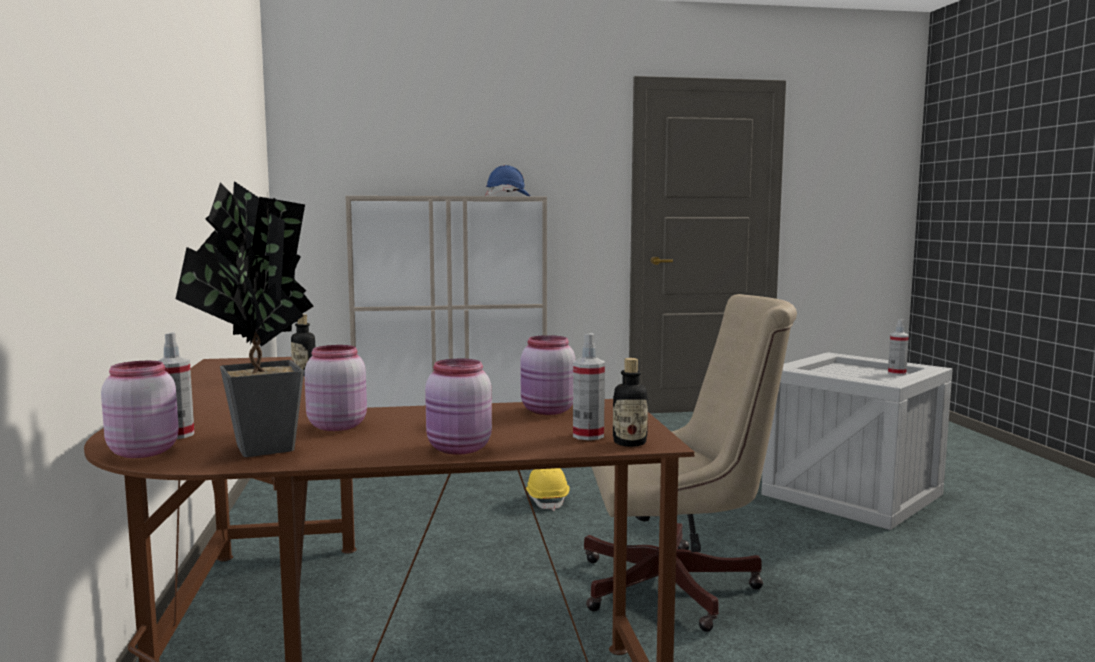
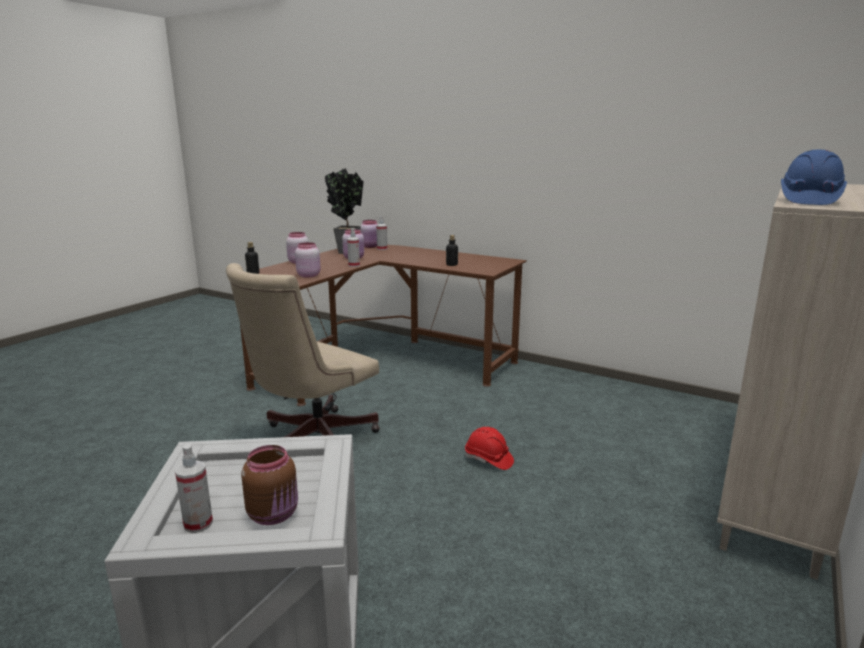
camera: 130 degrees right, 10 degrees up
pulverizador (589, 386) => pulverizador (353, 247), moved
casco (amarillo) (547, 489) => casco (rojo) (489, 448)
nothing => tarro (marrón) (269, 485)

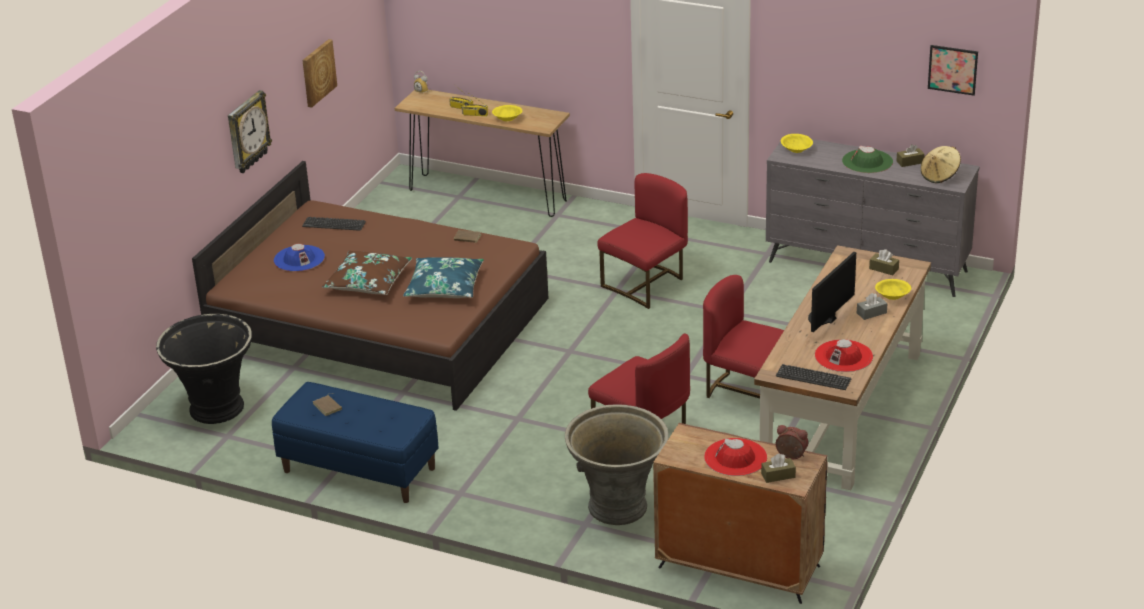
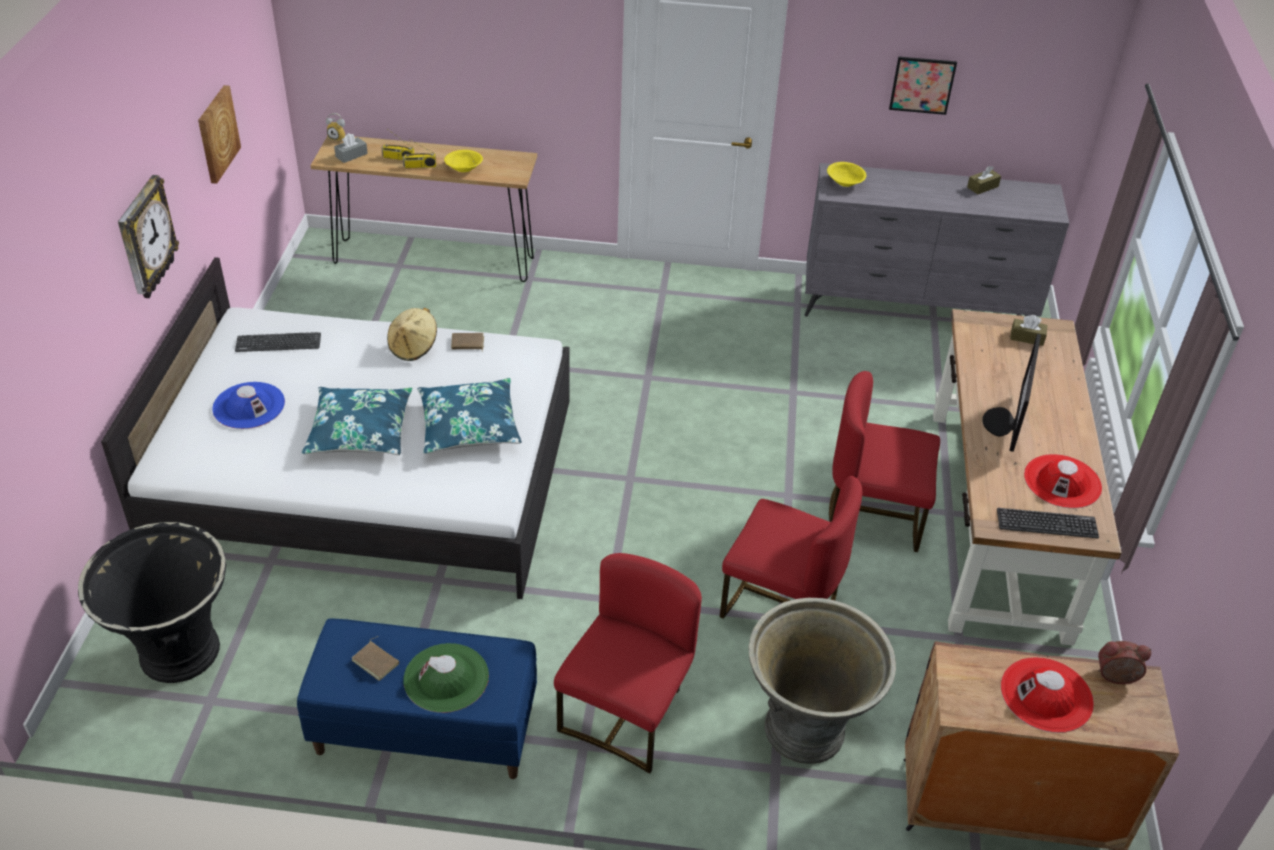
camera: 20 degrees left, 10 degrees up
cuadro (953, 70) => cuadro (923, 85), moved
sombrero (verde) (867, 159) => sombrero (verde) (446, 678), moved
sombrero (beis) (941, 164) => sombrero (beis) (412, 334), moved
cama (marrón) (370, 286) => cama (blanco) (335, 428)
silla (rojo) (642, 241) => silla (rojo) (628, 663), moved
cojín (marrón) (367, 273) => cojín (azul) (357, 421)
cuenco (amarillo) (893, 289) => nothing
caja de pañuelos (gris) (872, 306) => caja de pañuelos (gris) (351, 148), moved
caja de pañuelos (marrón) (778, 468) => nothing

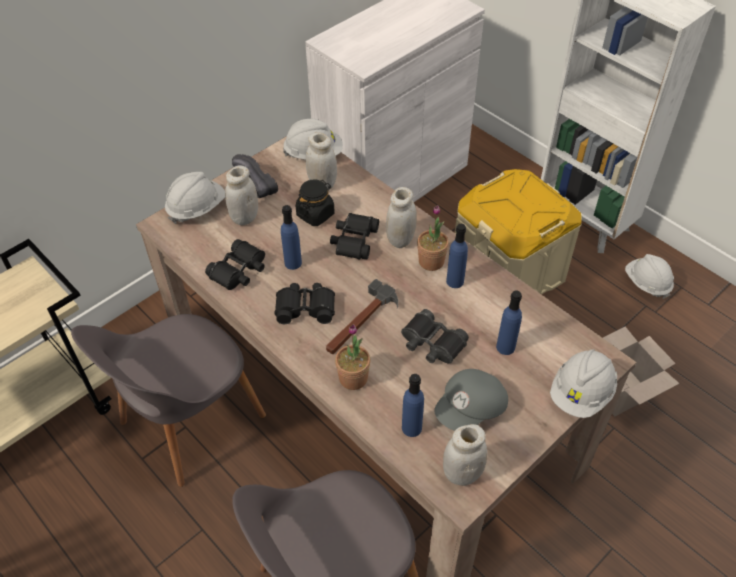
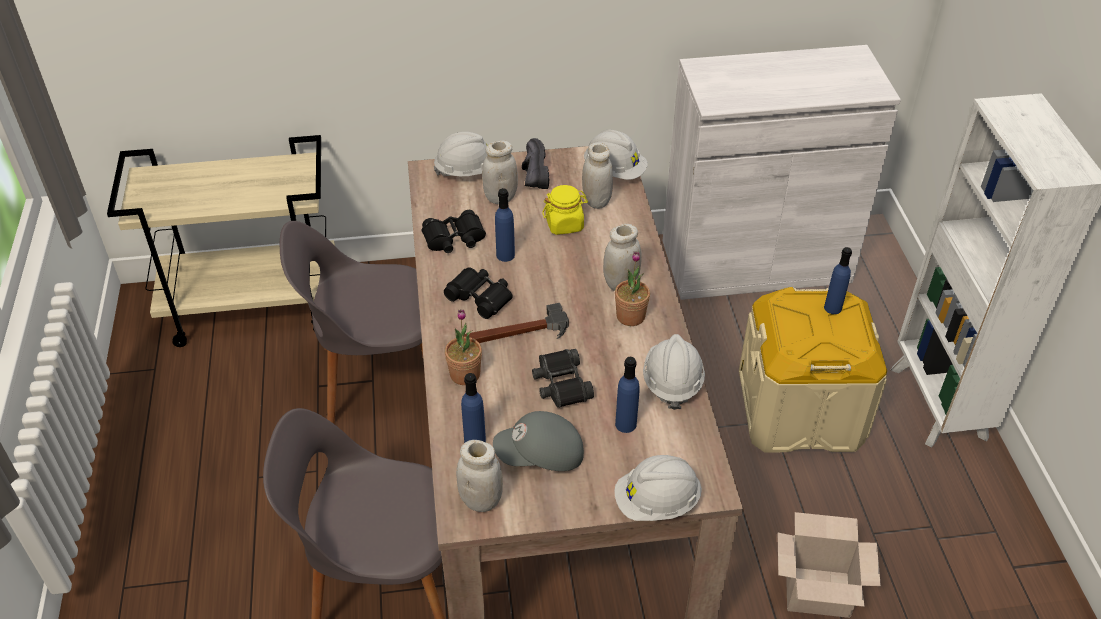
camera: 35 degrees right, 5 degrees down
tarro (negro) (315, 203) => tarro (amarillo) (565, 210)
prismáticos (negro) (354, 236) => nothing
botella (azul) (457, 256) => botella (azul) (838, 280), moved
casco (blanco) (649, 276) => casco (blanco) (674, 372), moved

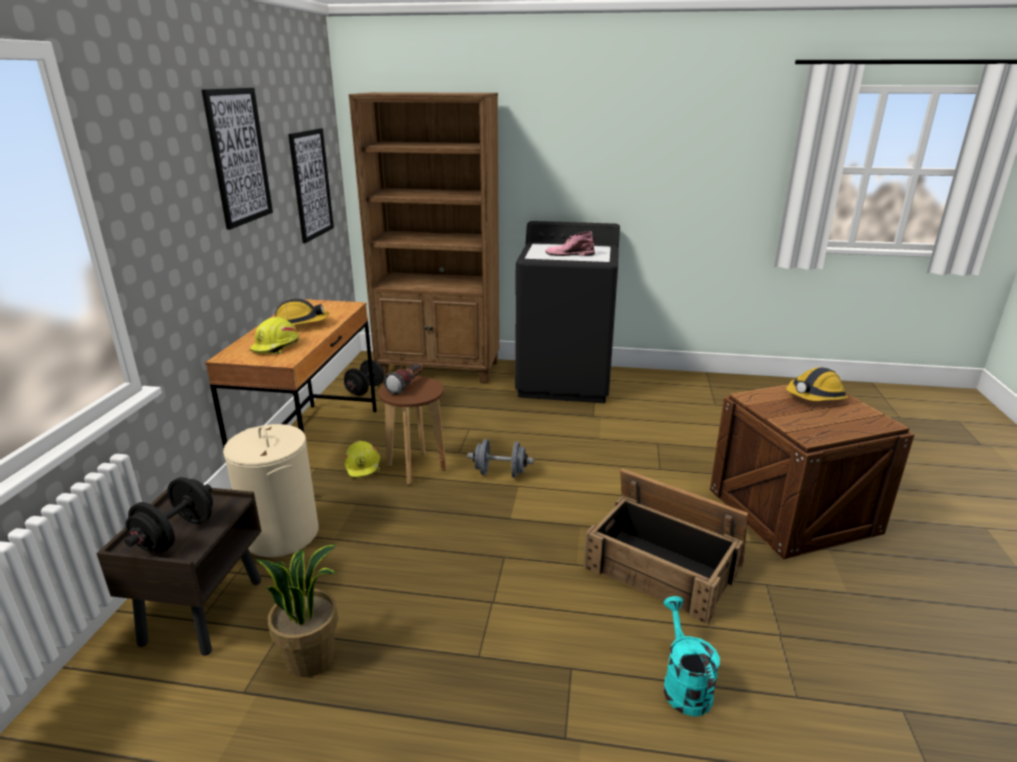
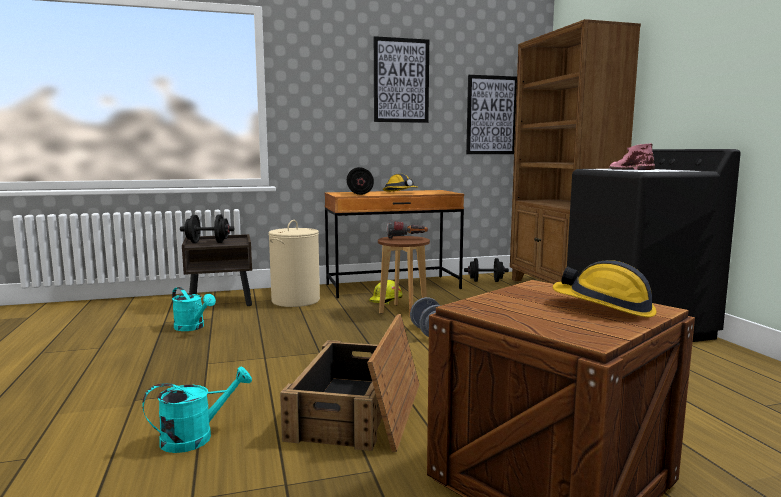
camera: 65 degrees right, 15 degrees down
casco (amarillo) (274, 335) => mancuerna (negro) (360, 181)
planta en maceta (297, 611) => regadera (turquesa) (194, 309)

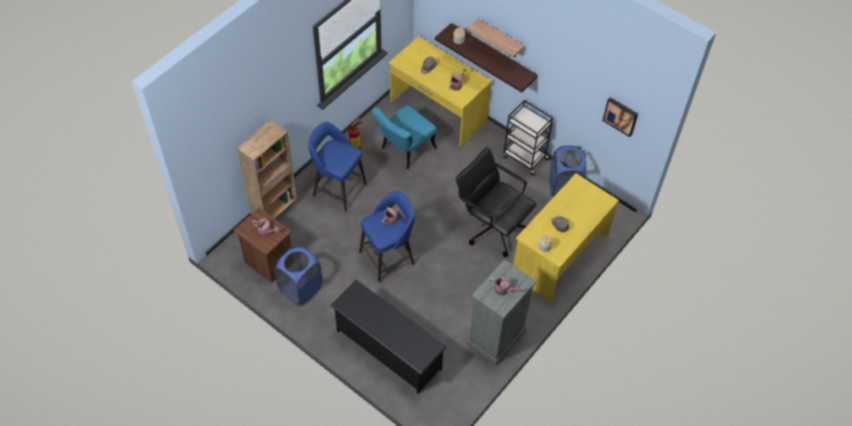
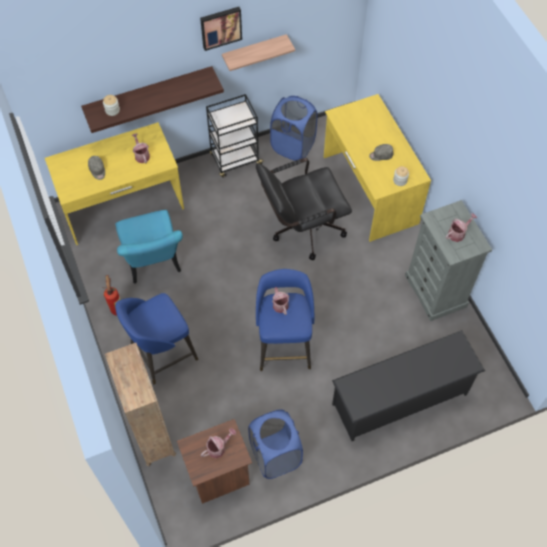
camera: 60 degrees left, 5 degrees up
estante (495, 38) => estante (258, 52), moved
cuadro (620, 117) => cuadro (221, 29), moved

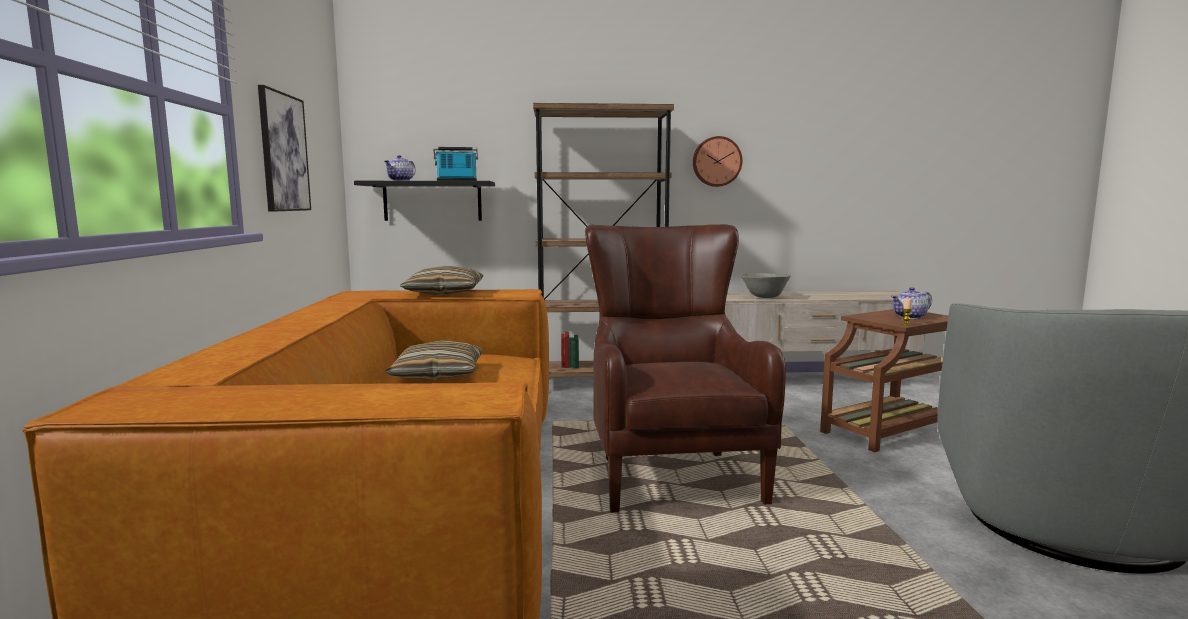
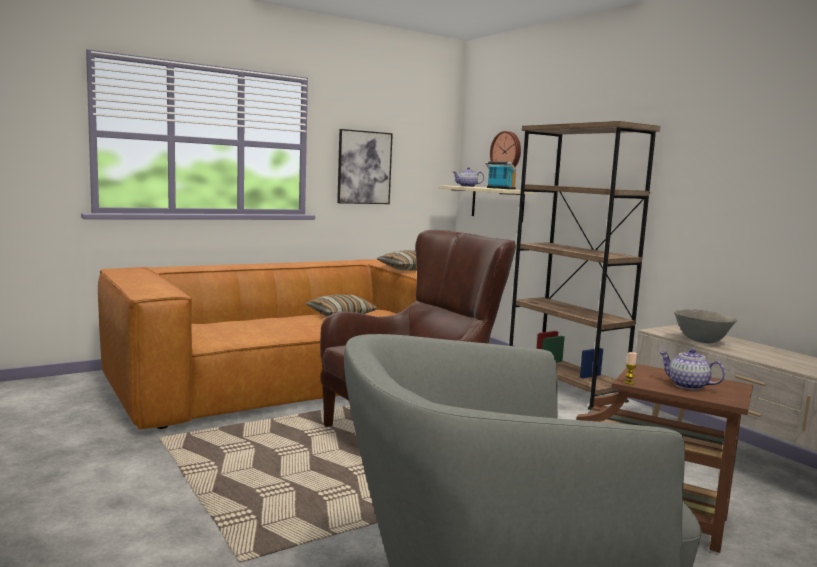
camera: 60 degrees right, 0 degrees up
reloj de pared (717, 161) => reloj de pared (505, 149), moved
estante (negro) (424, 201) => estante (beis) (486, 203)

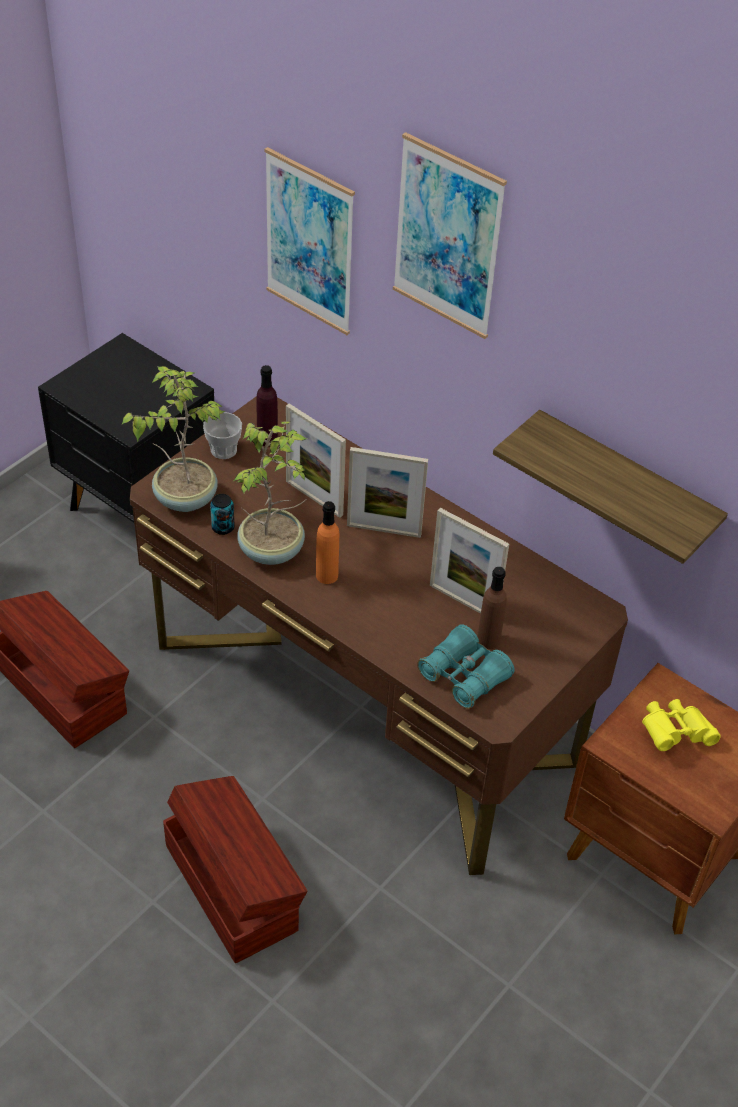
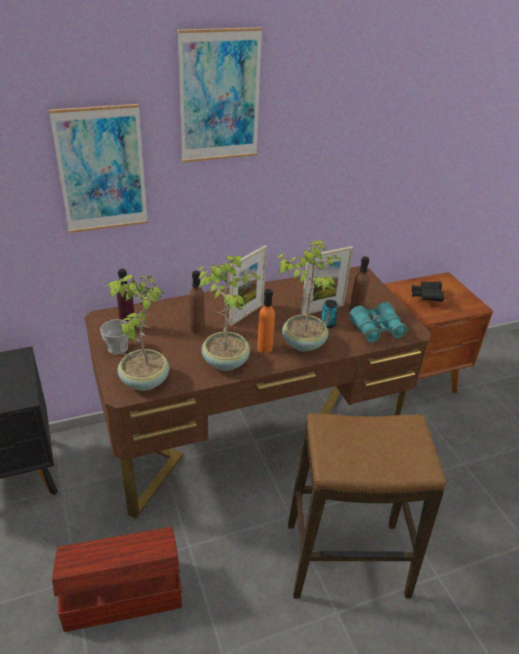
camera: 60 degrees left, 10 degrees down
portarretratos (316, 461) => botella (marrón) (197, 302)
estante (610, 487) => nothing
lata (222, 514) => lata (329, 314), moved
prismáticos (amarillo) (681, 725) => prismáticos (negro) (428, 291)
caja de almacenaje (marrón) (235, 869) => taburete (367, 506)
nothing => planta en maceta (310, 296)

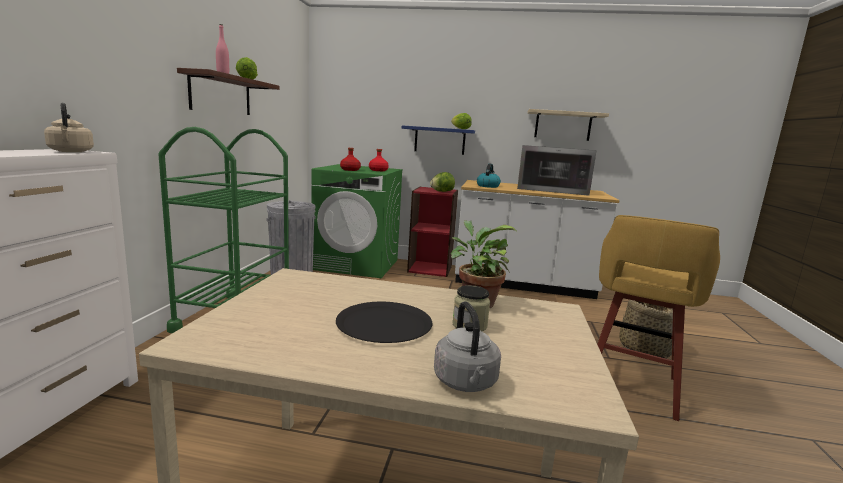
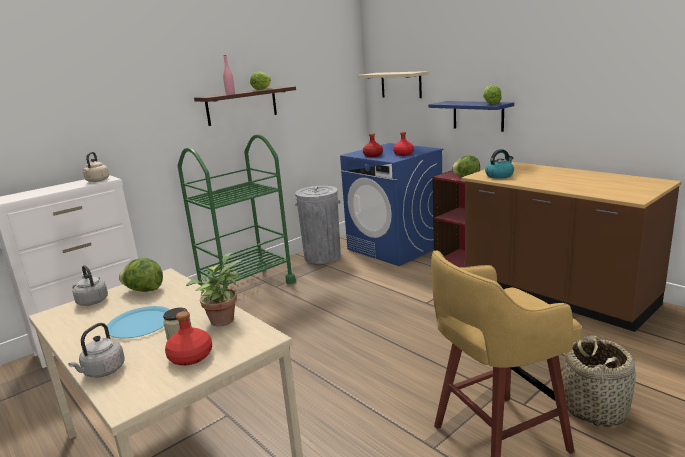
camera: 40 degrees right, 5 degrees up
estante (beis) (568, 125) => estante (beis) (393, 84), moved
microondas (557, 170) => nothing
lavadora (verde) (357, 221) => lavadora (azul) (392, 204)
mueble bajo de cocina (blanco) (537, 239) => mueble bajo de cocina (marrón) (571, 247)
plato (negro) (384, 322) => plato (azul) (138, 322)
nothing => lechuga (141, 275)
nothing => hervidor (gris) (90, 285)
nothing => botella (rojo) (188, 338)

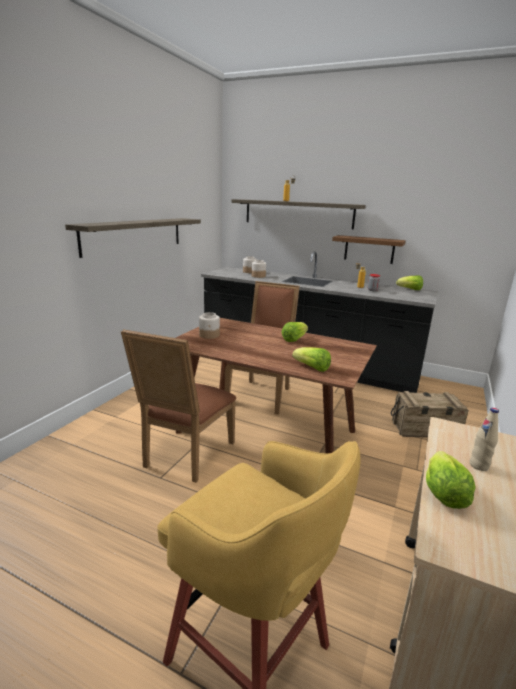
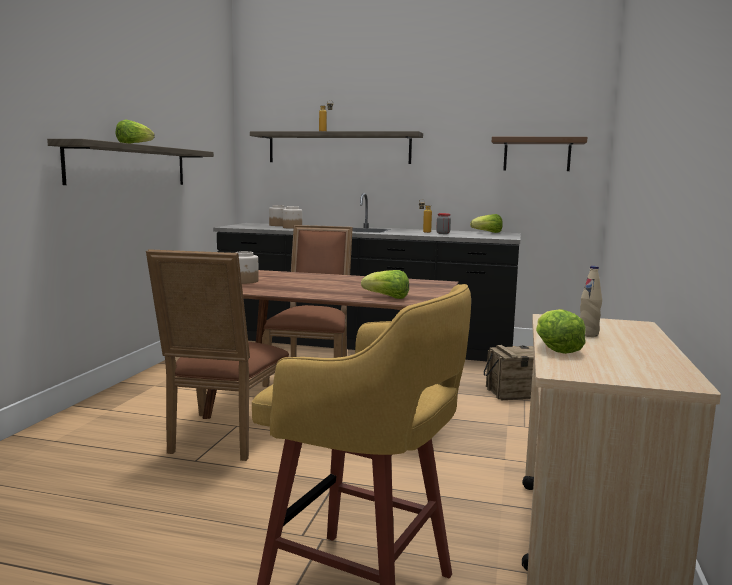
camera: 10 degrees left, 10 degrees down
estante (marrón) (369, 249) => estante (marrón) (539, 154), moved
lechuga (295, 332) => lechuga (135, 131), moved

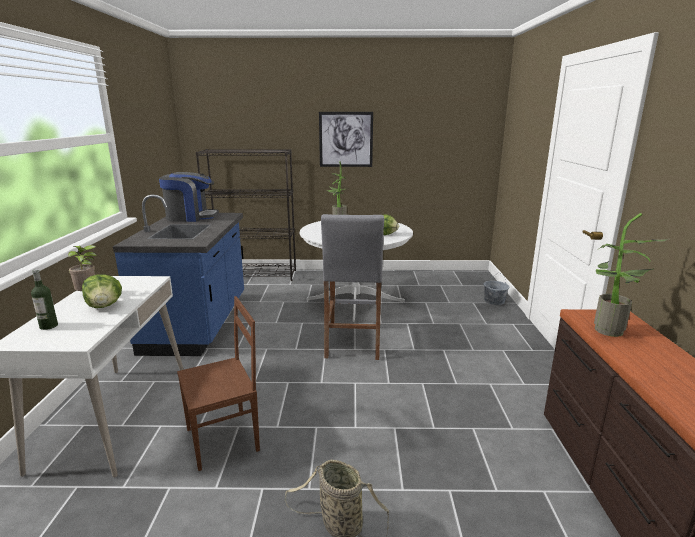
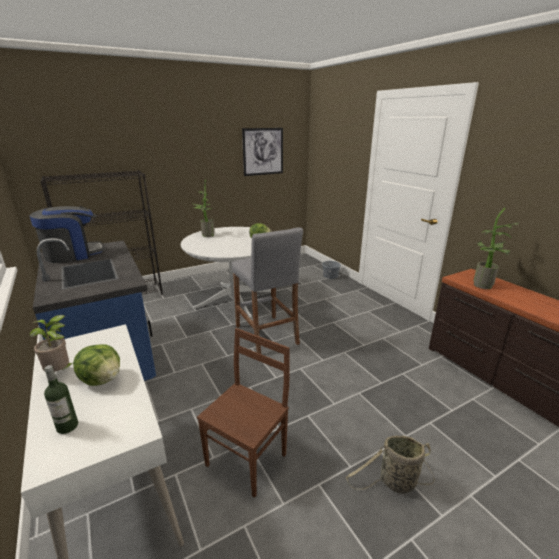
camera: 30 degrees left, 5 degrees up
cuadro (346, 139) => cuadro (262, 152), moved

